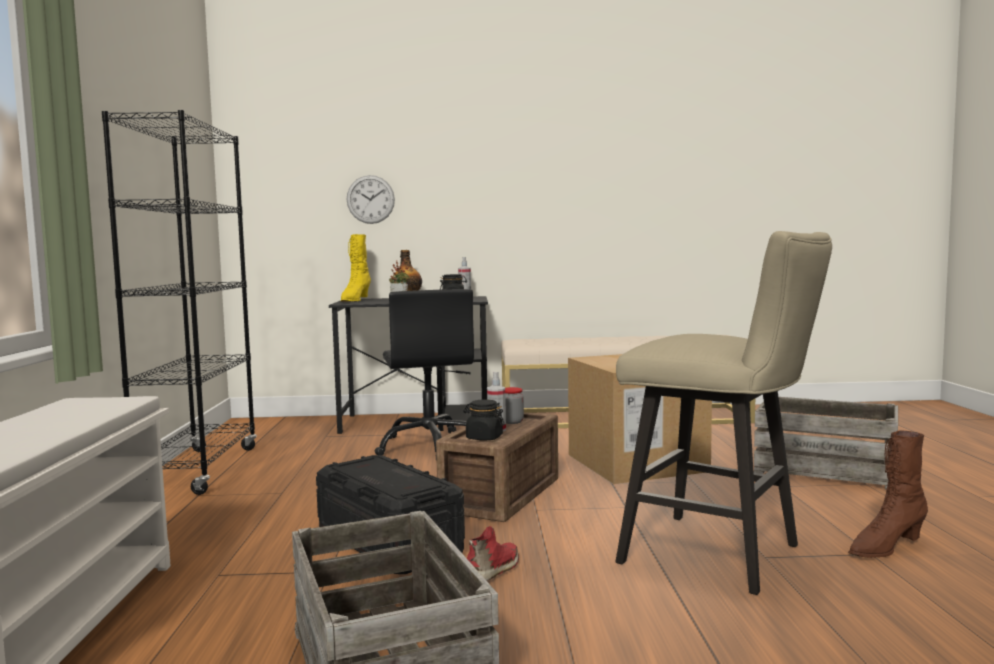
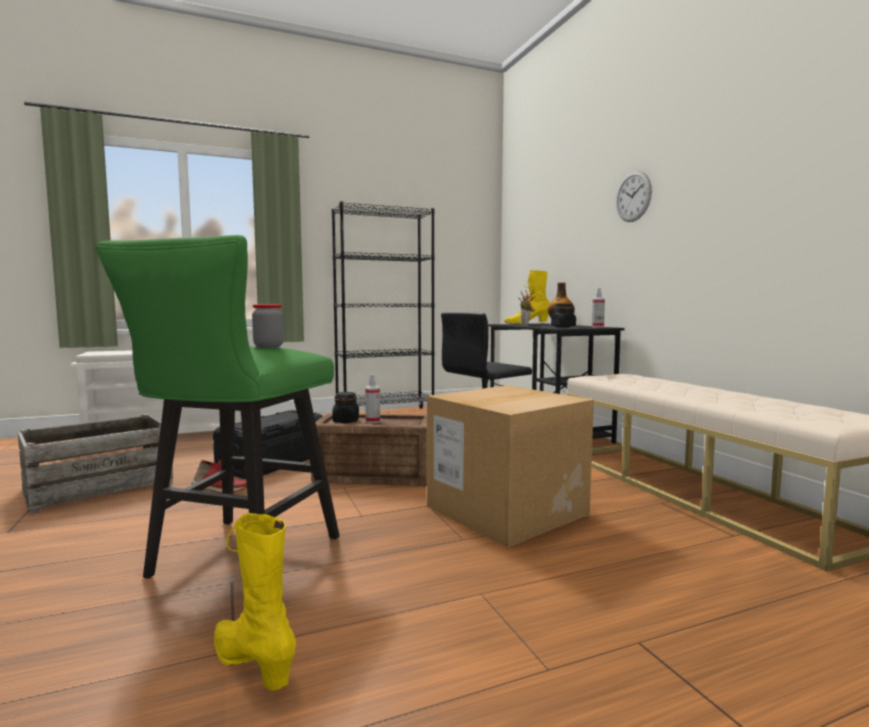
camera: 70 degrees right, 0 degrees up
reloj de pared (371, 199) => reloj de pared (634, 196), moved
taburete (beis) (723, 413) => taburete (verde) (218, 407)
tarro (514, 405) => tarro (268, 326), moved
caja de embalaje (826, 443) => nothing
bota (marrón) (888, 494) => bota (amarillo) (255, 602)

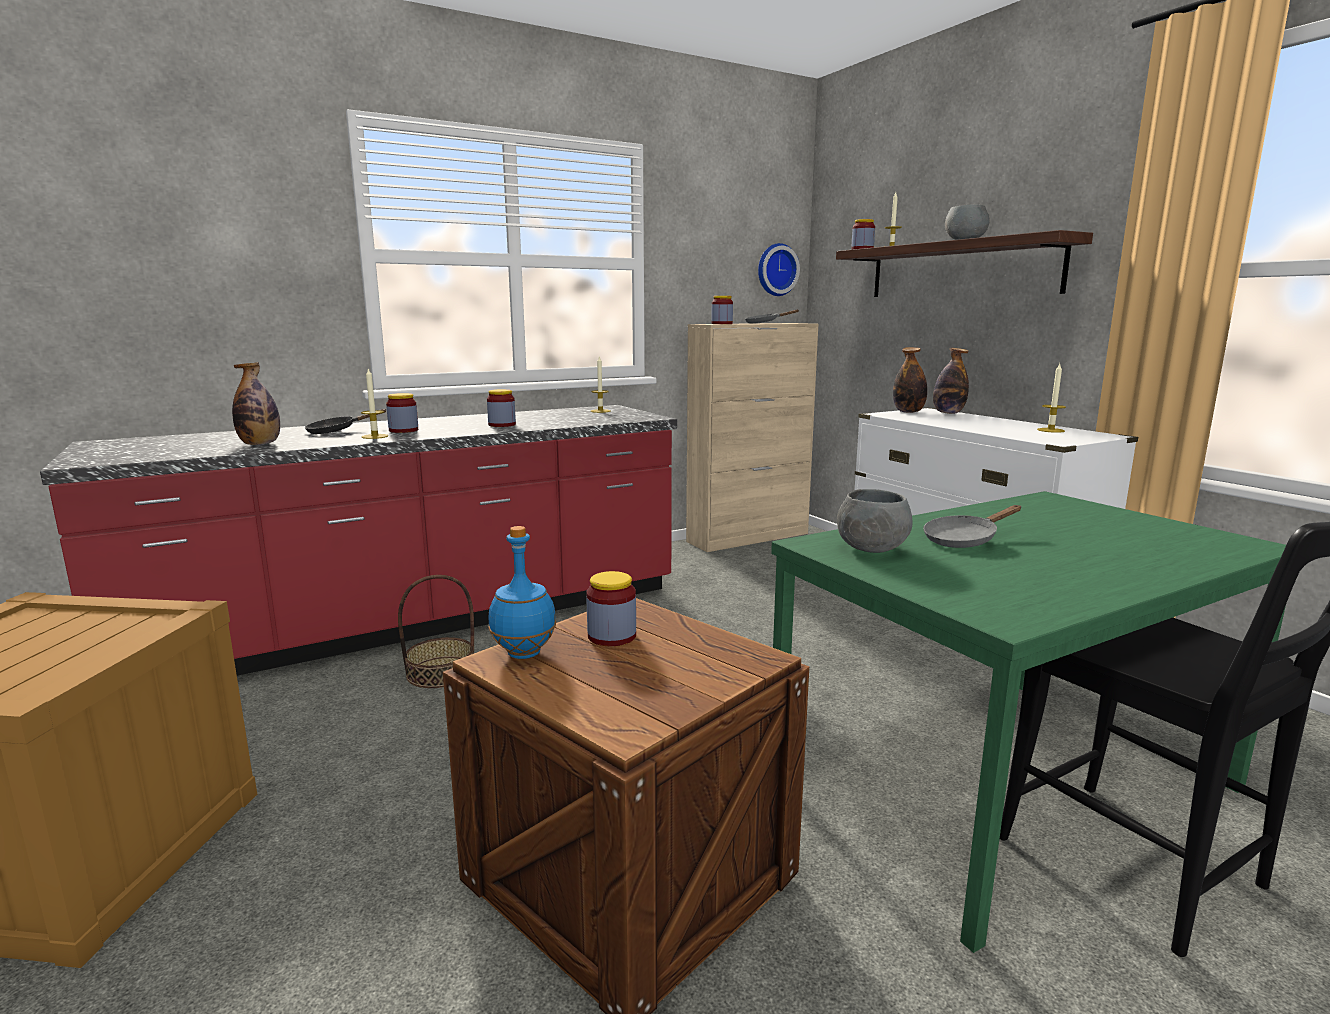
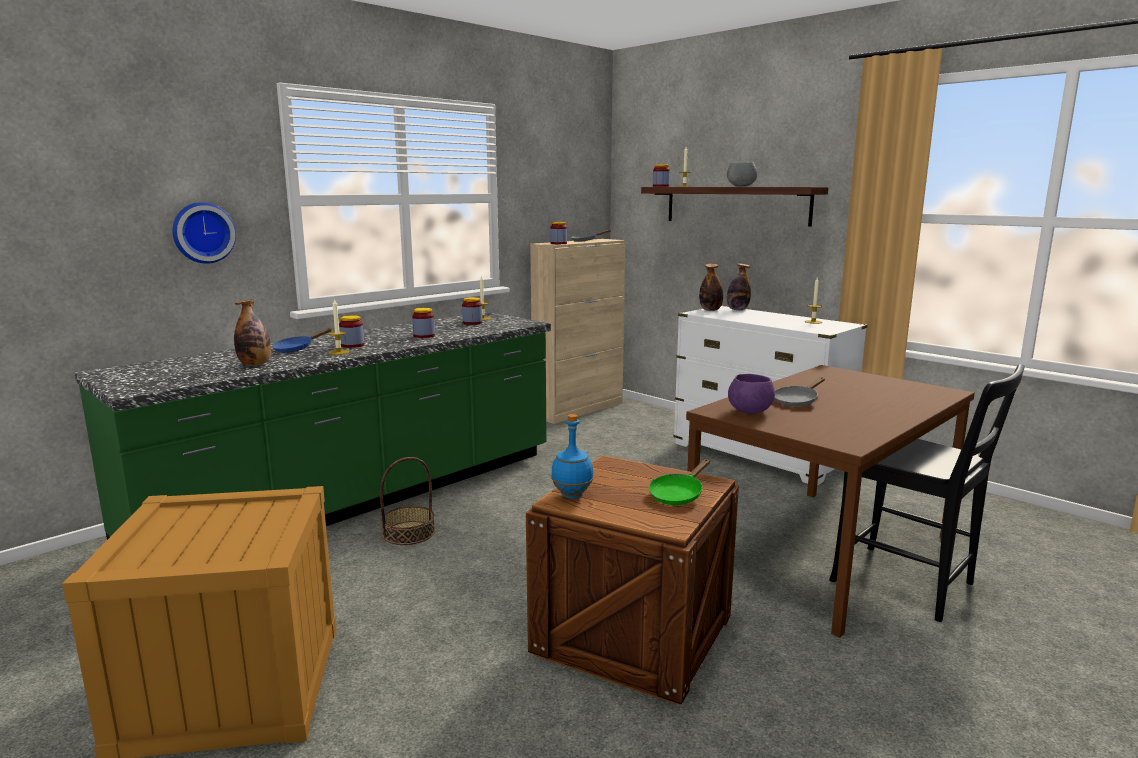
camera: 15 degrees left, 0 degrees up
reloj de pared (779, 269) => reloj de pared (204, 233), moved
mueble bajo de cocina (rojo) (358, 540) => mueble bajo de cocina (verde) (312, 426)
sartén (negro) (345, 421) => sartén (azul) (302, 340)
cuenco (gris) (875, 521) => cuenco (morado) (751, 394)
mesa de comedor (verde) (1028, 722) => mesa de comedor (marrón) (830, 501)
tarro (611, 608) => tarro (472, 311), moved
nothing => sartén (verde) (679, 482)

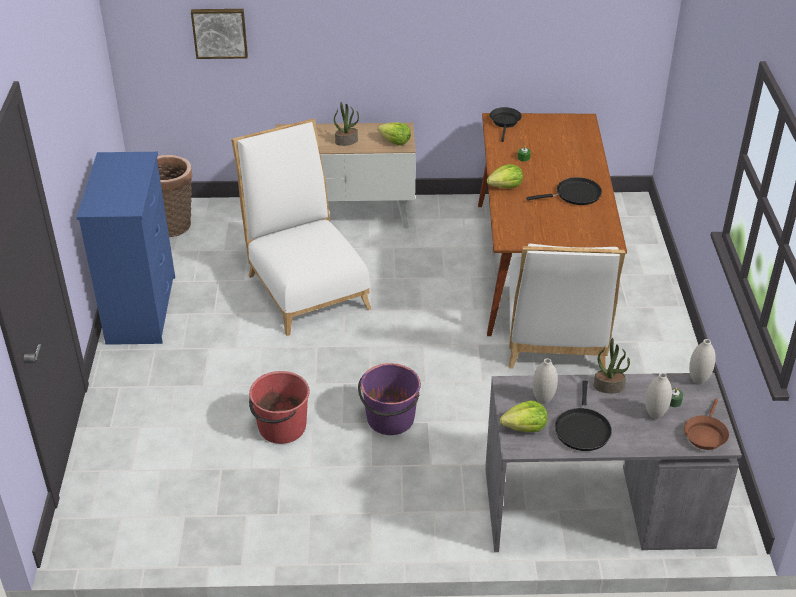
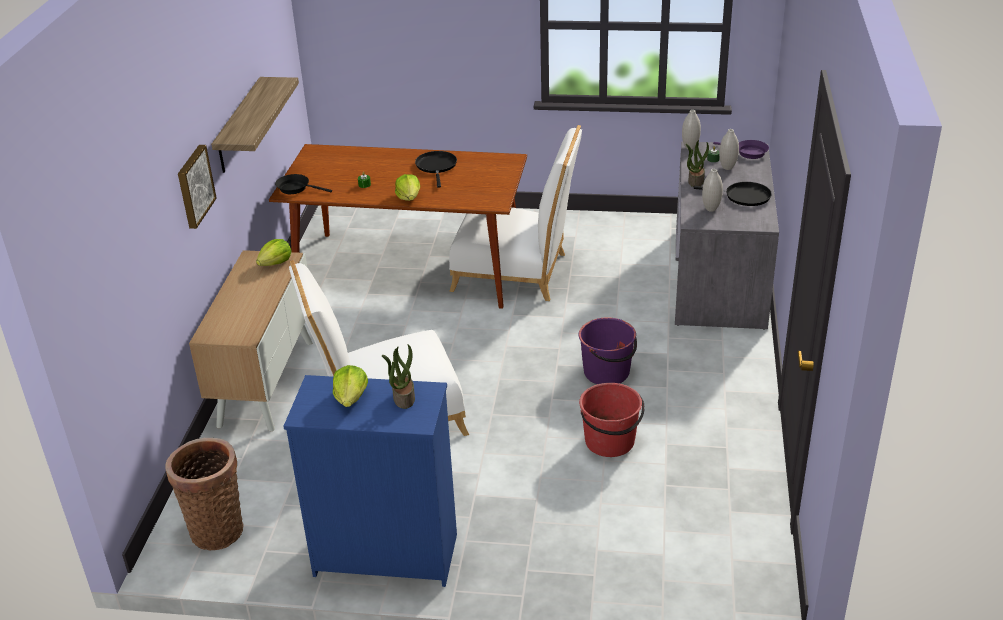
camera: 80 degrees left, 5 degrees down
cuadro (219, 34) => cuadro (197, 187), moved
planta en maceta (346, 124) => planta en maceta (398, 376), moved
sartén (marrón) (706, 424) => sartén (morado) (741, 149)
lechuga (524, 416) => lechuga (350, 386), moved
nothing => estante (255, 125)

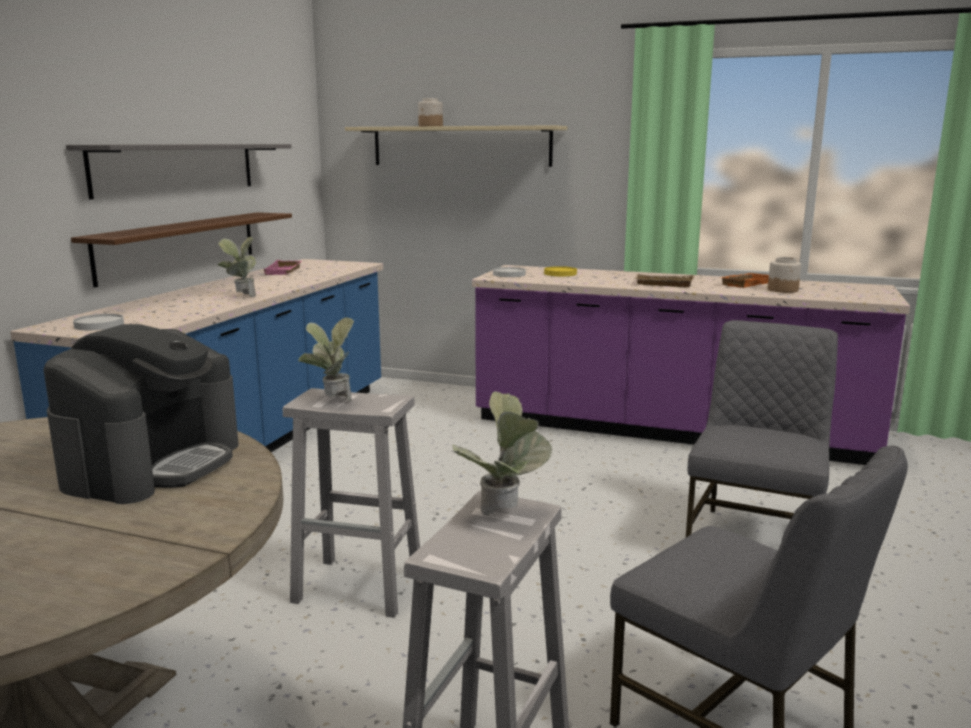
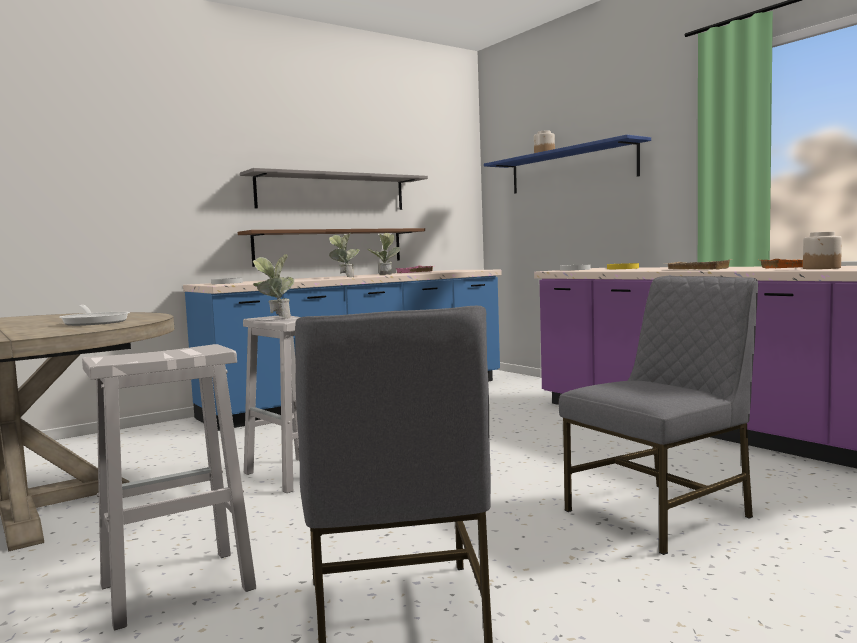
camera: 35 degrees right, 10 degrees down
estante (beis) (456, 146) => estante (azul) (567, 164)
cafetera (140, 414) => sartén (94, 315)
planta en maceta (502, 453) => planta en maceta (383, 254), moved

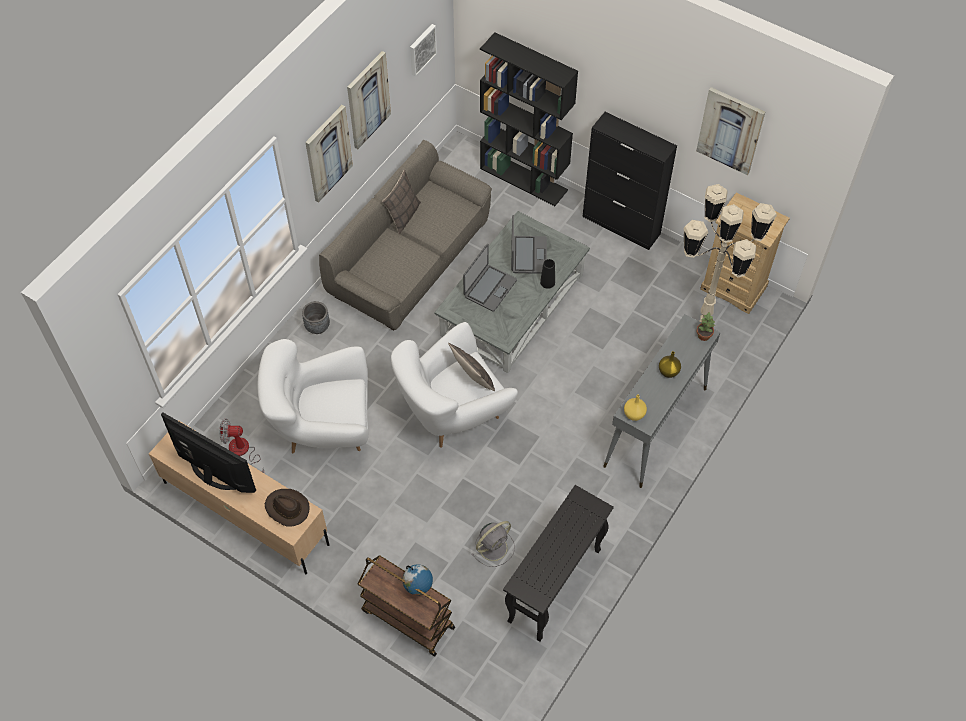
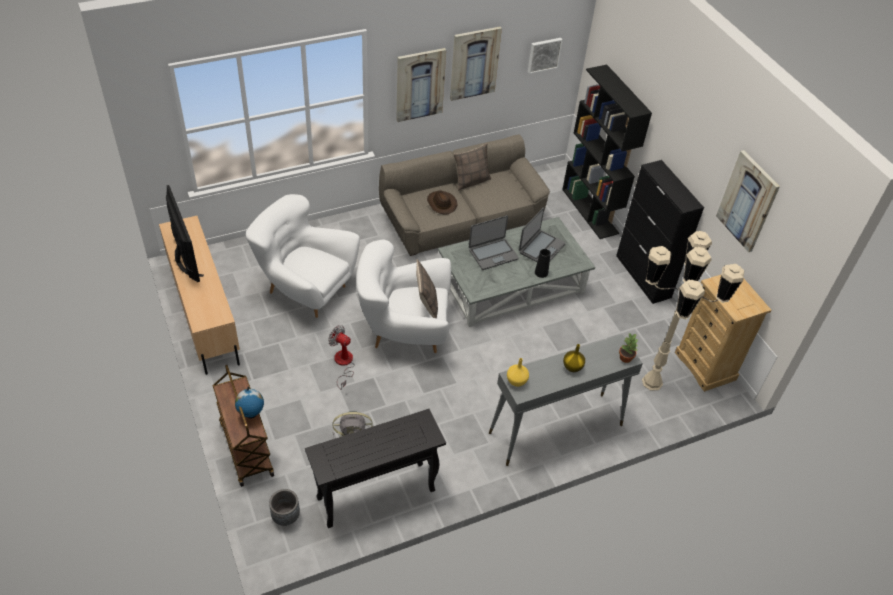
camera: 30 degrees right, 10 degrees down
maceta (gris) (316, 317) => maceta (gris) (284, 507), moved
ventilador (241, 445) => ventilador (341, 357), moved
sombrero (marrón) (287, 508) => sombrero (marrón) (442, 202), moved

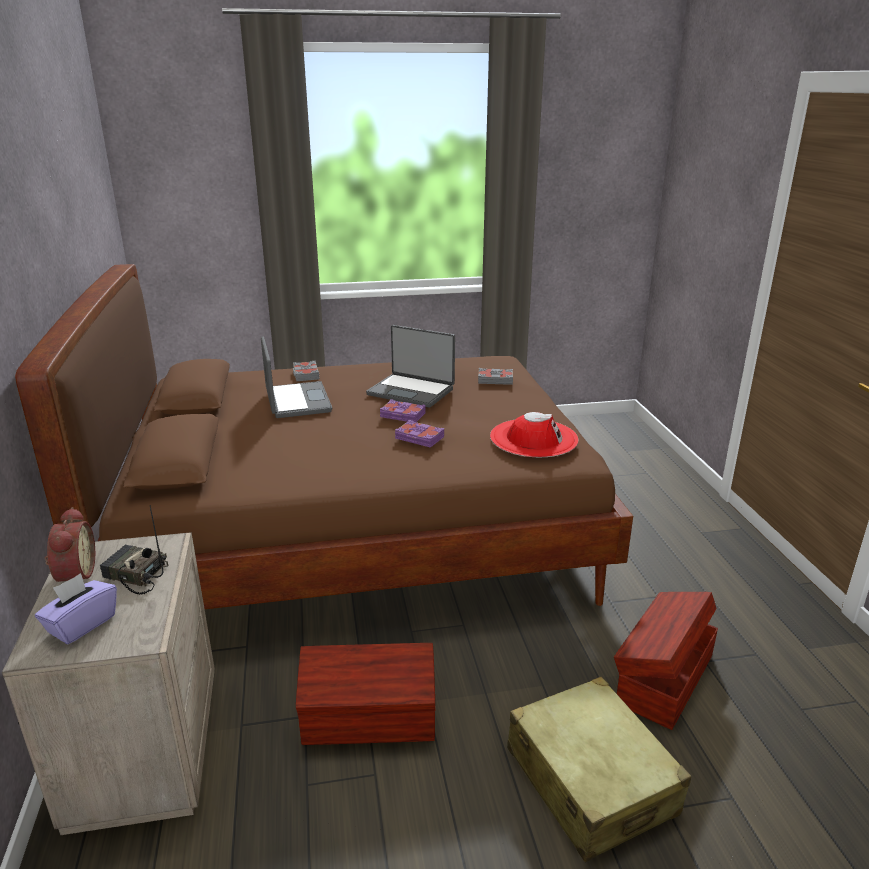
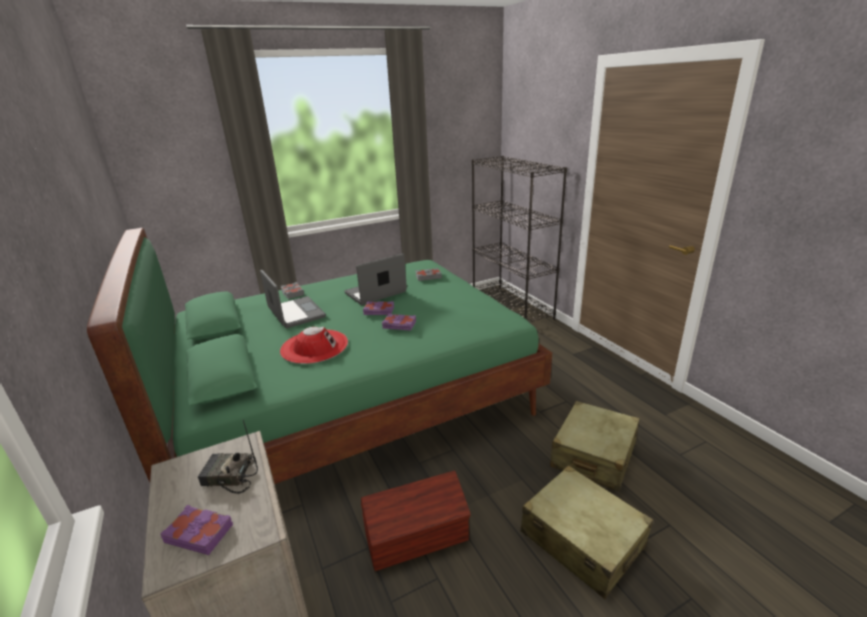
camera: 15 degrees left, 0 degrees up
cama (marrón) (324, 436) => cama (verde) (319, 356)
portátil (410, 366) => portátil (375, 279), 135 degrees clockwise
sombrero (rojo) (534, 434) => sombrero (rojo) (314, 345), moved
despertador (69, 544) => nothing
caja de pañuelos (morado) (76, 609) => libro (morado) (196, 530)
caja de almacenaje (marrón) (666, 661) => maleta (beis) (595, 446)
nothing => estantería (negro) (519, 239)

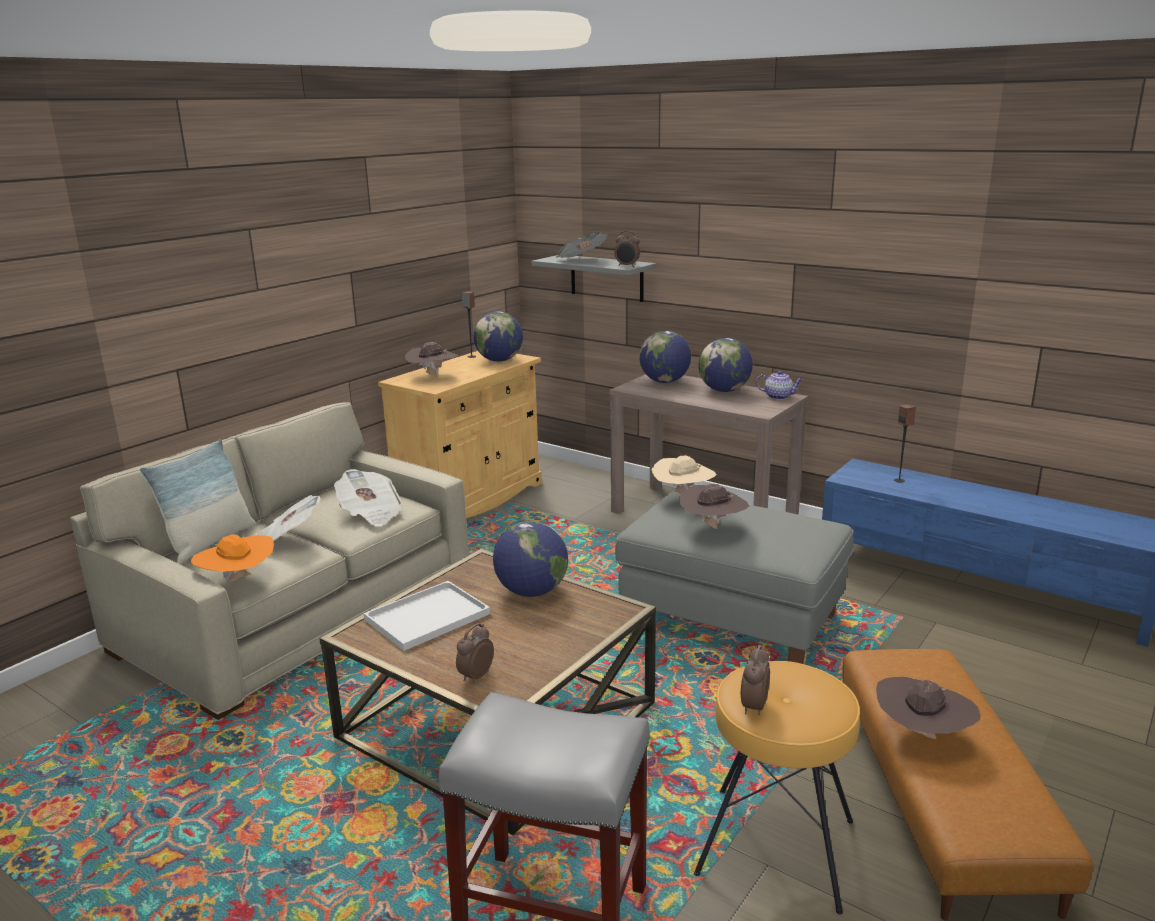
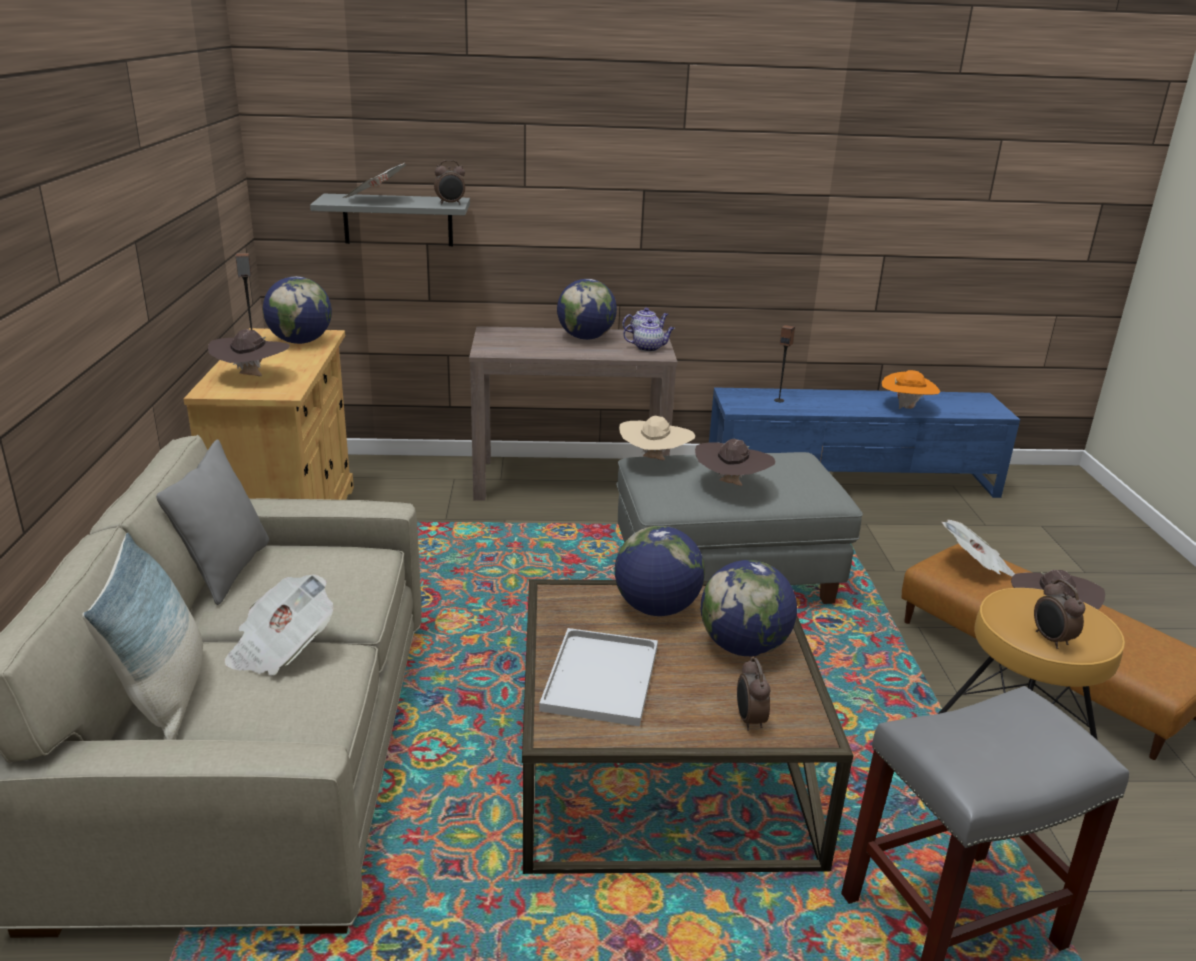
camera: 40 degrees left, 5 degrees up
globo terráqueo (665, 357) => globo terráqueo (749, 608), moved
periódico (369, 497) => periódico (978, 548), moved
sombrero (naranja) (232, 558) => sombrero (naranja) (911, 389), moved
nothing => tetera (649, 335)
nothing => cojín (gris) (212, 522)

